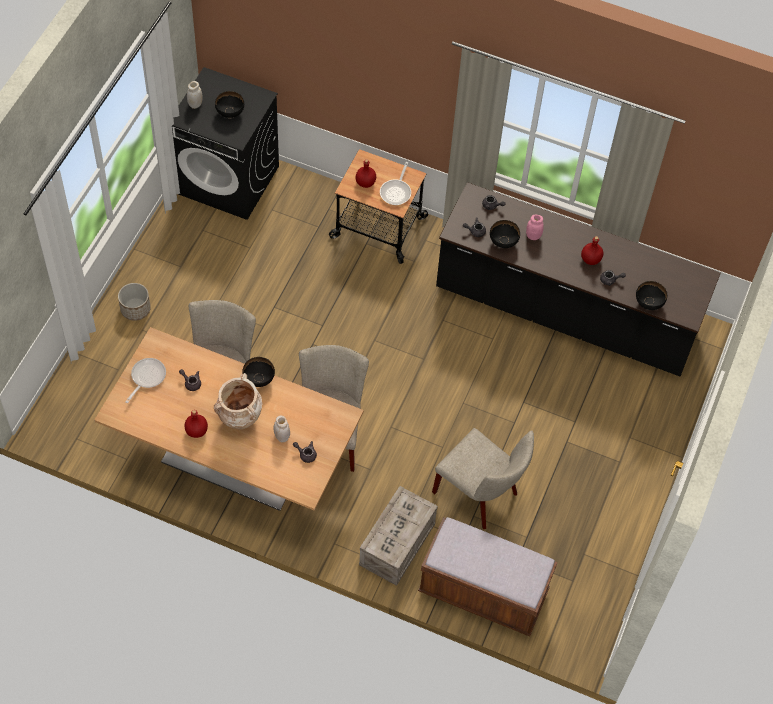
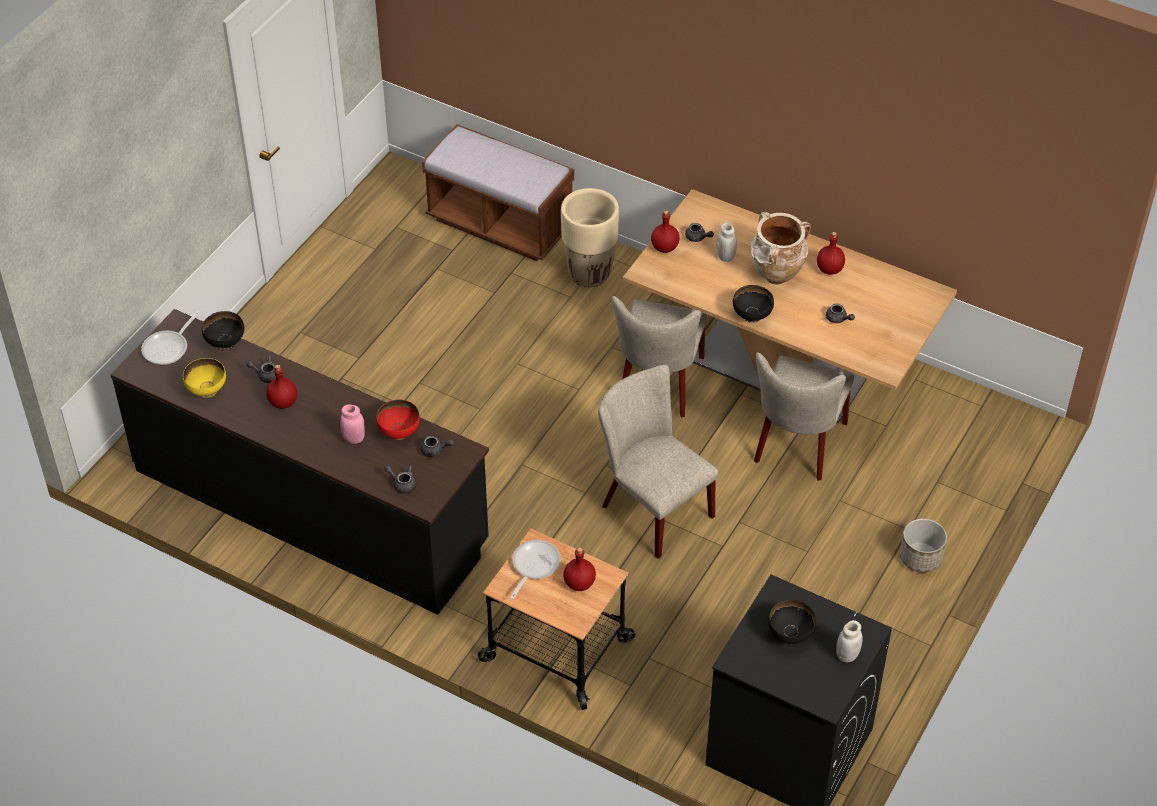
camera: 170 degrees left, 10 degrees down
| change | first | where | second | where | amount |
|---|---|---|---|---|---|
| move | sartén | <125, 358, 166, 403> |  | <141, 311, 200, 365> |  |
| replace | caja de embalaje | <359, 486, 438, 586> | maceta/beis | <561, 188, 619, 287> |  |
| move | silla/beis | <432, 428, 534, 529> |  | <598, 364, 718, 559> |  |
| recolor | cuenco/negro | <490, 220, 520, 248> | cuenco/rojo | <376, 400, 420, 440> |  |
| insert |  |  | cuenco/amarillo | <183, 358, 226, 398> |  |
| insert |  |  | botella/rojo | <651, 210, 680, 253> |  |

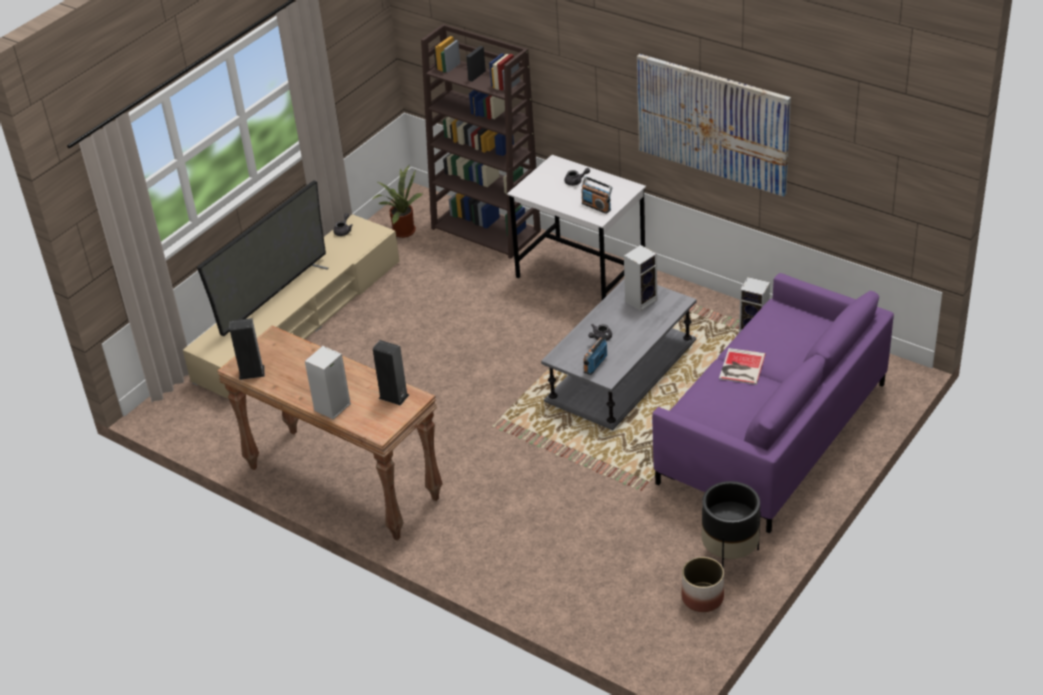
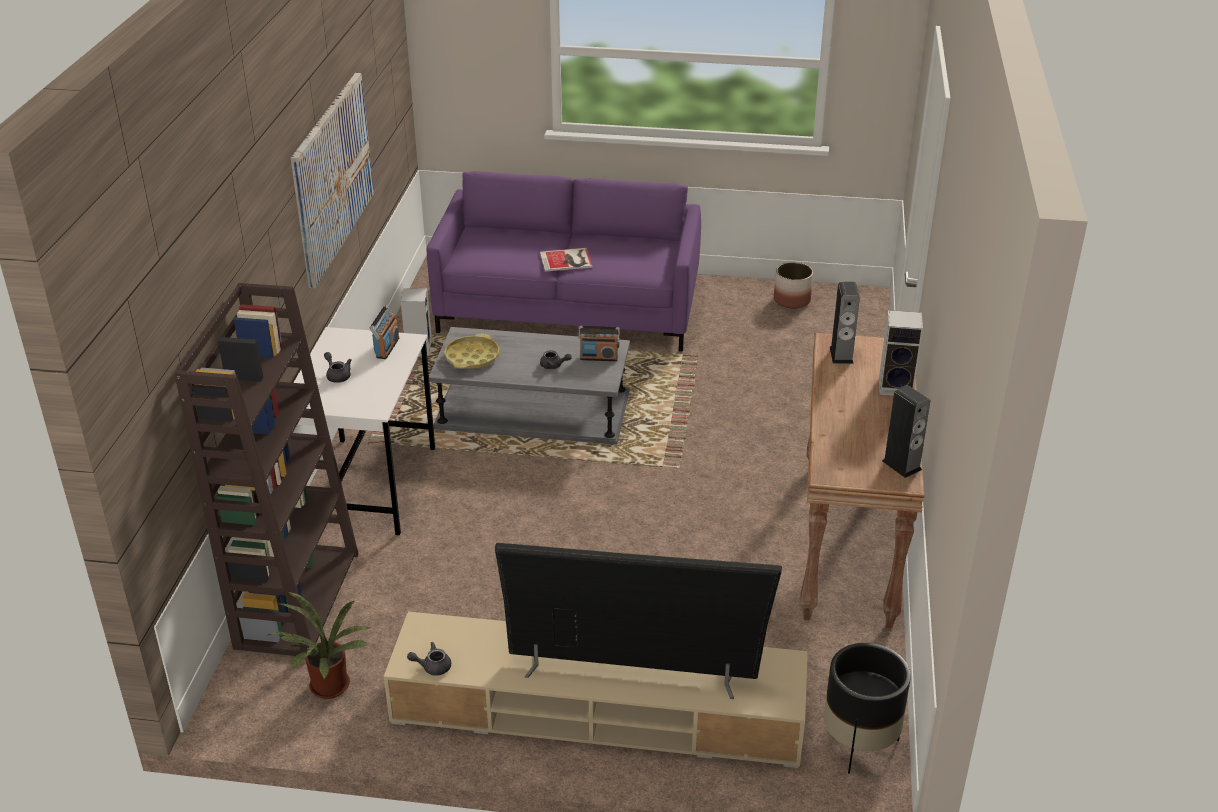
camera: 120 degrees left, 5 degrees down
| change | first | where | second | where | amount |
|---|---|---|---|---|---|
| replace | altavoz | <624, 245, 657, 311> | bandeja/amarillo | <444, 334, 500, 369> |  |
| move | maceta/negro | <702, 481, 761, 567> |  | <824, 643, 911, 774> |  |

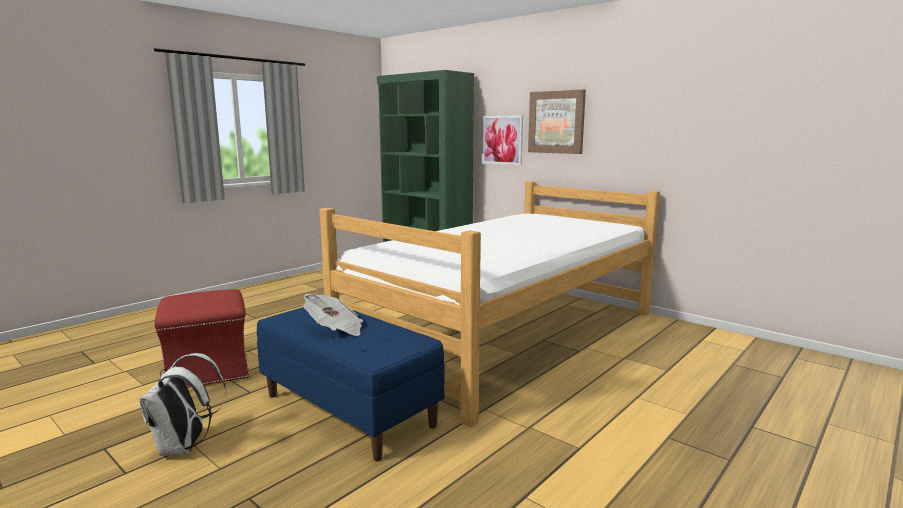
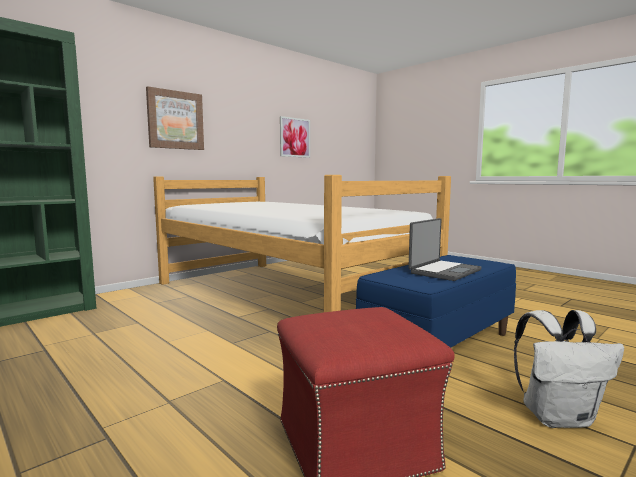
camera: 85 degrees left, 5 degrees down
| change | first | where | second | where | amount |
|---|---|---|---|---|---|
| replace | periódico | <303, 294, 363, 336> | portátil | <408, 218, 482, 281> |  |
| move | cuadro | <482, 115, 523, 165> |  | <280, 116, 310, 158> |  |

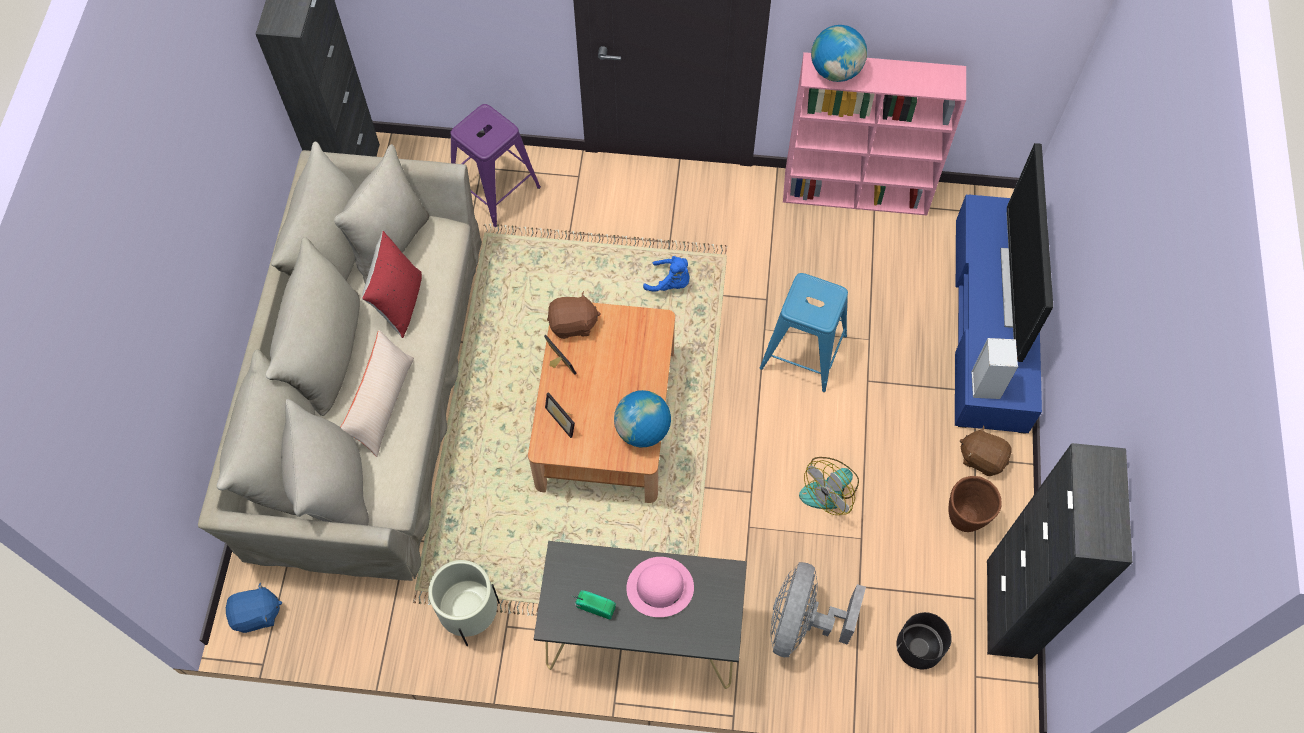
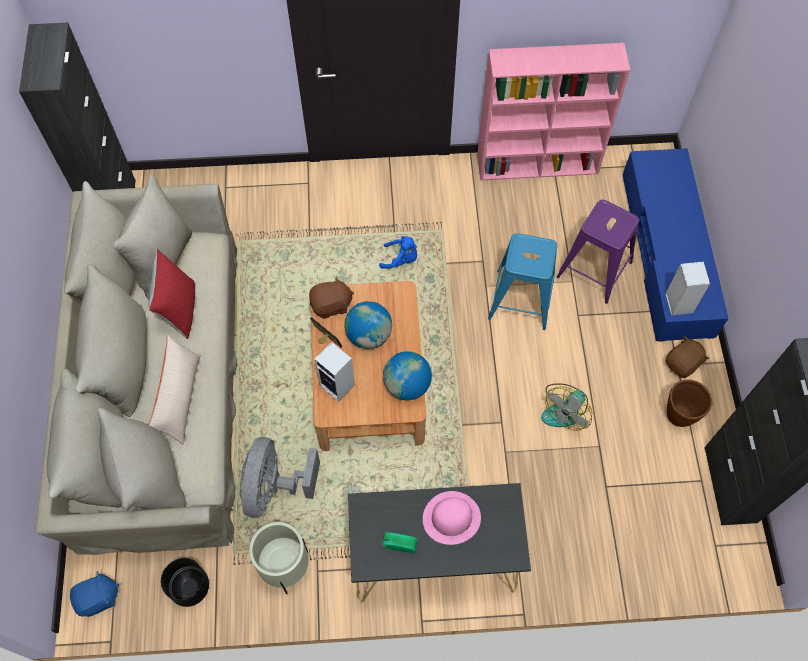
camera: 10 degrees left, 0 degrees up
| change | first | where | second | where | amount |
|---|---|---|---|---|---|
| move | taburete/morado | <450, 104, 541, 227> |  | <557, 200, 640, 304> |  |
| replace | portarretratos | <545, 392, 575, 438> | altavoz | <314, 342, 355, 402> |  |
| move | ventilador/gris | <770, 562, 866, 657> |  | <240, 437, 320, 518> |  |
| move | globo terráqueo | <811, 25, 867, 82> |  | <344, 301, 392, 349> |  |
| move | maceta/negro | <897, 612, 952, 669> |  | <161, 558, 209, 607> |  |
| rotate | peluche/marrón | <960, 425, 1011, 476> |  | <666, 336, 709, 379> | 120 degrees clockwise |
| delete | televisor | <1000, 143, 1053, 362> |  |  |  |

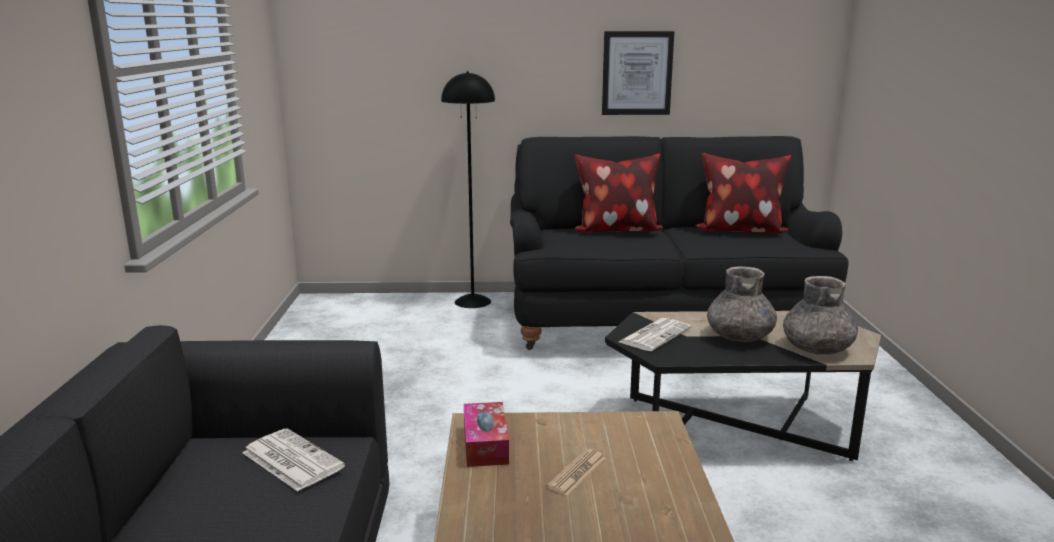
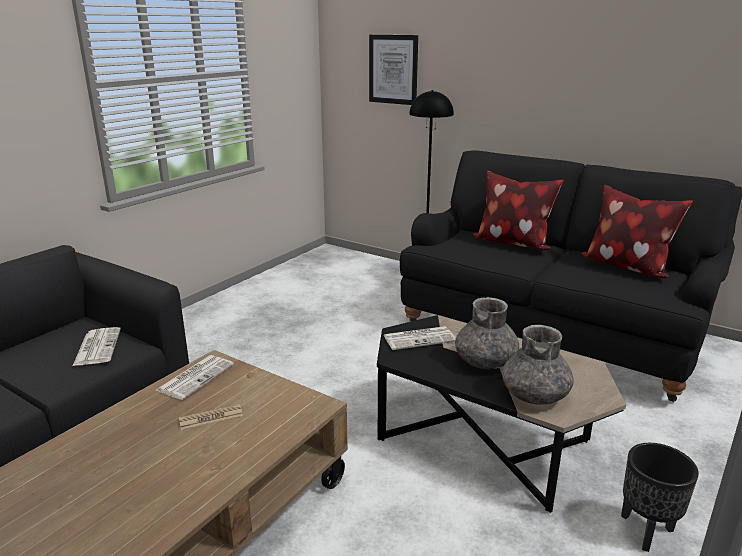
camera: 35 degrees right, 5 degrees up
| change | first | where | second | where | amount |
|---|---|---|---|---|---|
| replace | caja de pañuelos | <464, 402, 509, 467> | periódico | <156, 355, 234, 400> |  |
| move | cuadro | <602, 31, 674, 115> |  | <369, 35, 418, 105> |  |
| insert |  |  | maceta/negro | <621, 443, 699, 552> |  |

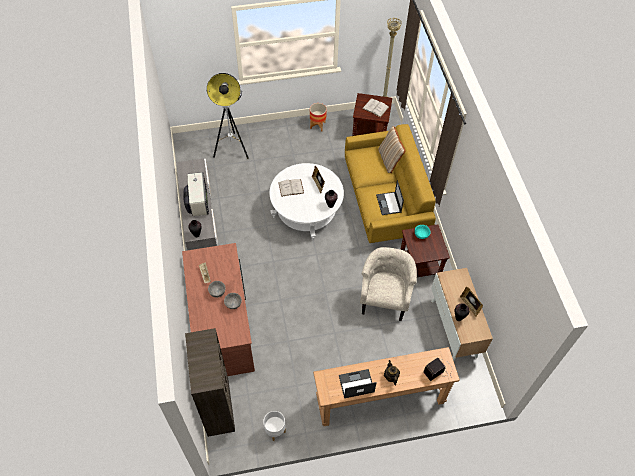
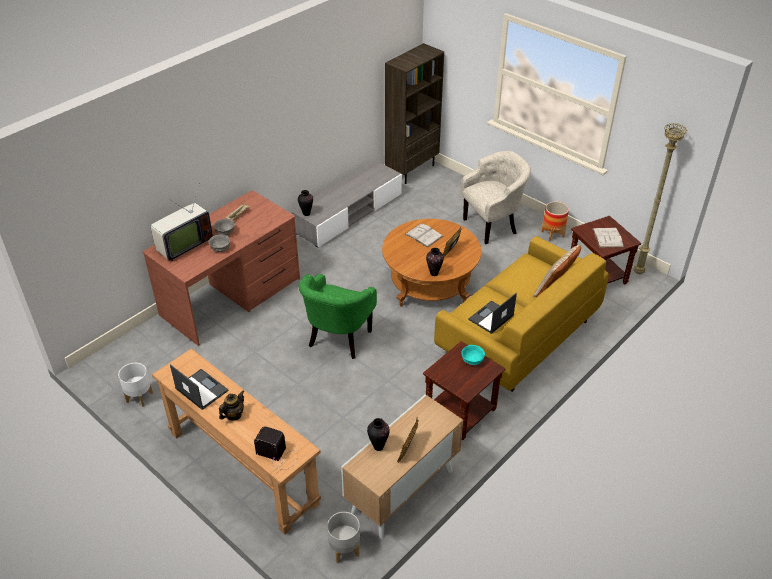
camera: 55 degrees right, 15 degrees down
| change | first | where | second | where | amount |
|---|---|---|---|---|---|
| move | televisor | <183, 161, 209, 216> |  | <151, 183, 213, 261> |  |
| move | estantería/marrón | <185, 328, 235, 437> |  | <385, 43, 444, 184> |  |
| delete | lámpara de pie | <206, 73, 249, 159> |  |  |  |
| recolor | mesa de centro/blanco | <269, 163, 344, 240> | mesa de centro/marrón | <382, 219, 482, 307> |  |
| move | sillón/beis | <360, 247, 417, 321> |  | <461, 151, 531, 244> |  |
| insert |  |  | sillón/verde | <299, 274, 377, 359> |  |
| insert |  |  | maceta/gris | <327, 512, 360, 563> |  |

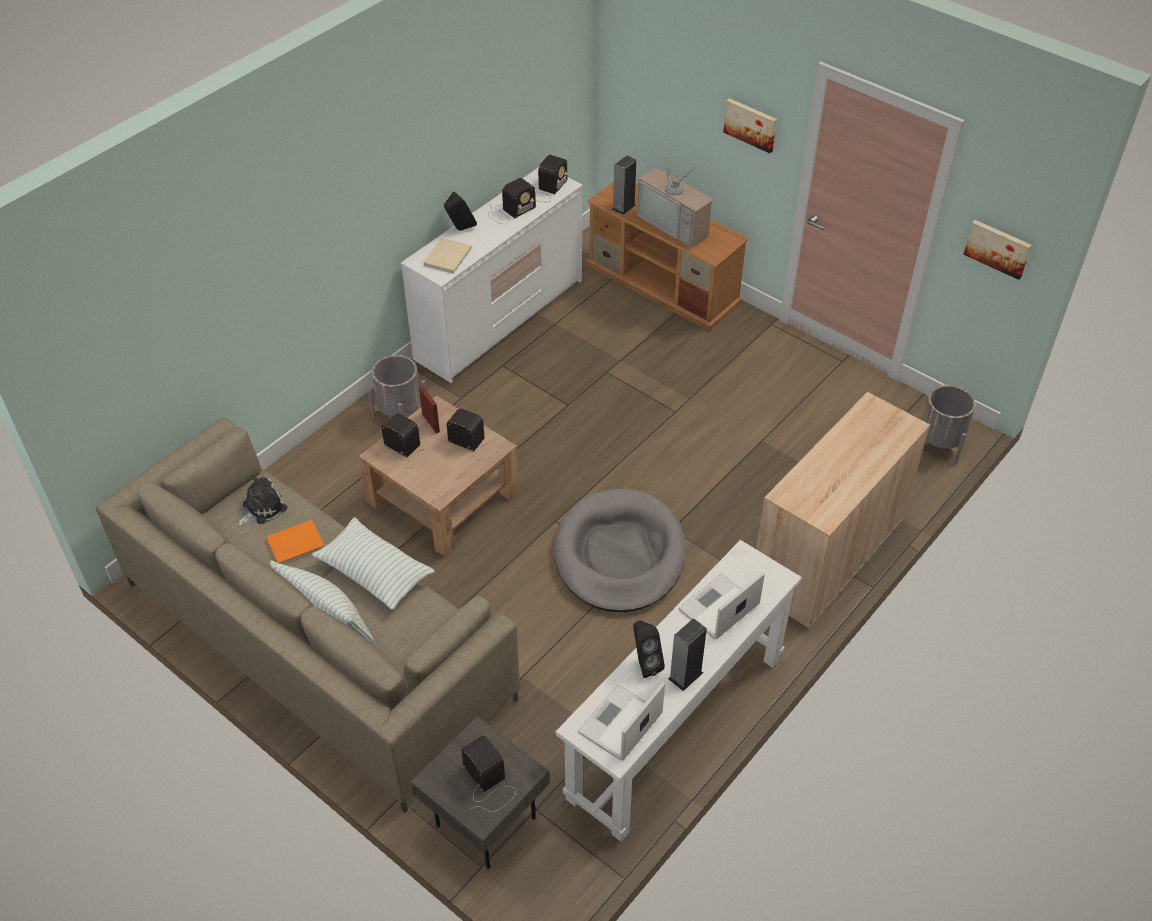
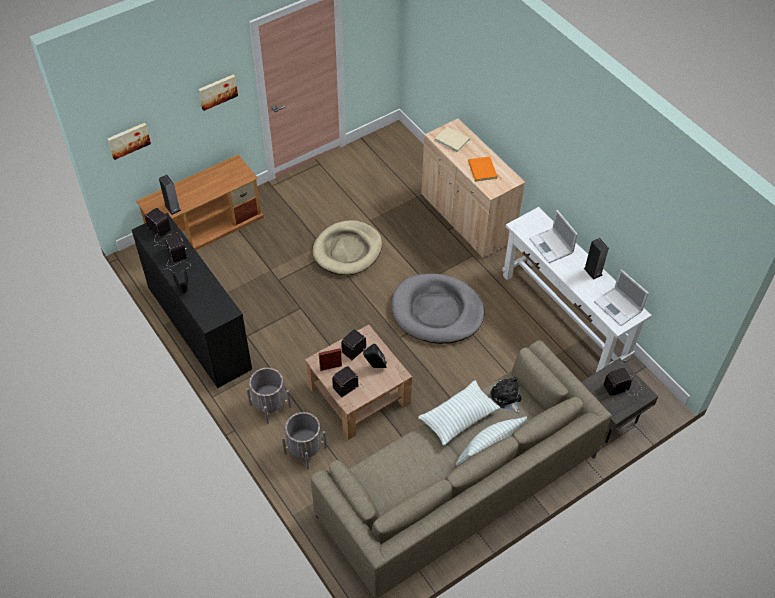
camera: 75 degrees left, 5 degrees up
| change | first | where | second | where | amount |
|---|---|---|---|---|---|
| move | peluche | <237, 475, 287, 526> |  | <490, 377, 522, 413> |  |
| move | libro/naranja | <266, 520, 325, 564> |  | <468, 156, 497, 181> |  |
| recolor | cómoda/blanco | <401, 167, 583, 383> | cómoda/negro | <132, 213, 252, 388> |  |
| move | libro/beis | <423, 238, 472, 274> |  | <435, 126, 470, 152> |  |
| move | altavoz/negro | <633, 621, 665, 678> |  | <363, 344, 387, 368> |  |
| delete | televisor | <636, 146, 712, 248> |  |  |  |
| move | maceta/gris | <922, 385, 976, 464> |  | <282, 412, 327, 469> |  |
| move | cuadro | <963, 220, 1032, 280> |  | <107, 123, 151, 160> |  |
| insert |  |  | cama para perro/beis | <313, 220, 382, 275> |  |

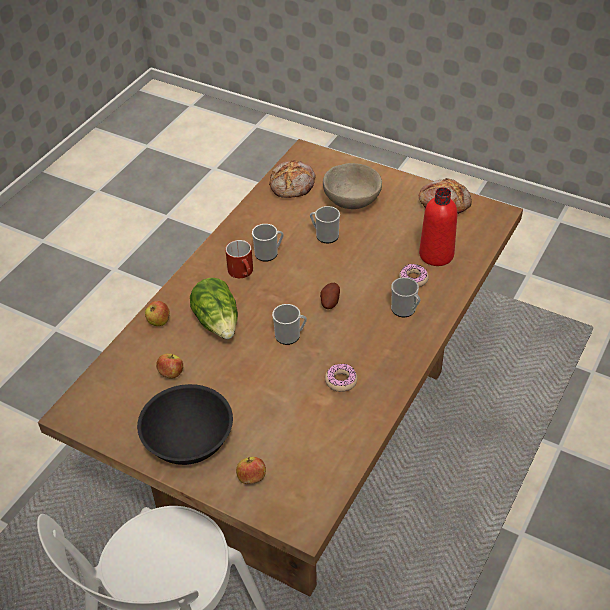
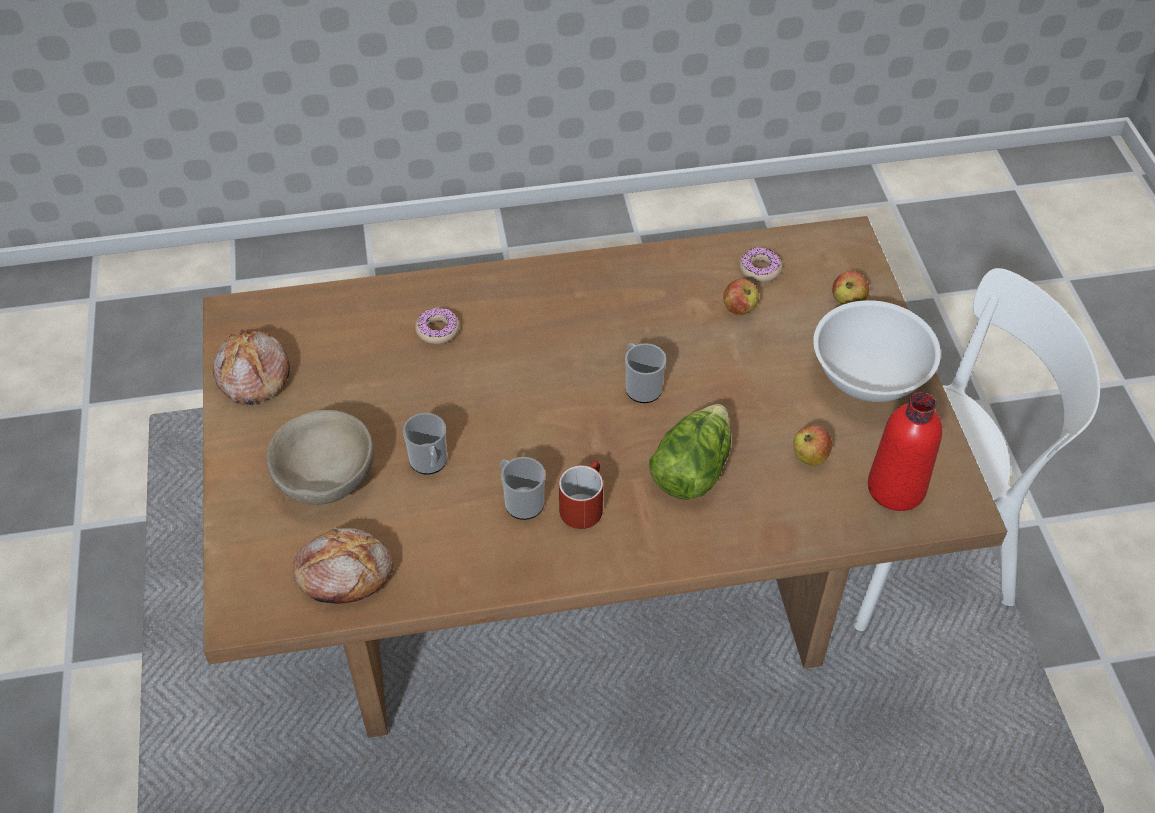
camera: 130 degrees left, 5 degrees up
| change | first | where | second | where | amount |
|---|---|---|---|---|---|
| recolor | cuenco/negro | <137, 384, 233, 465> | cuenco/blanco | <813, 300, 941, 402> |  |
| move | manzana | <145, 301, 170, 326> |  | <723, 279, 759, 315> |  |
| delete | patata | <320, 283, 340, 309> |  |  |  |
| move | rosquilla | <325, 364, 357, 392> |  | <740, 247, 782, 282> |  |
| delete | taza grande | <391, 277, 421, 317> |  |  |  |
| move | botella/rojo | <419, 187, 457, 266> |  | <868, 392, 942, 511> |  |

